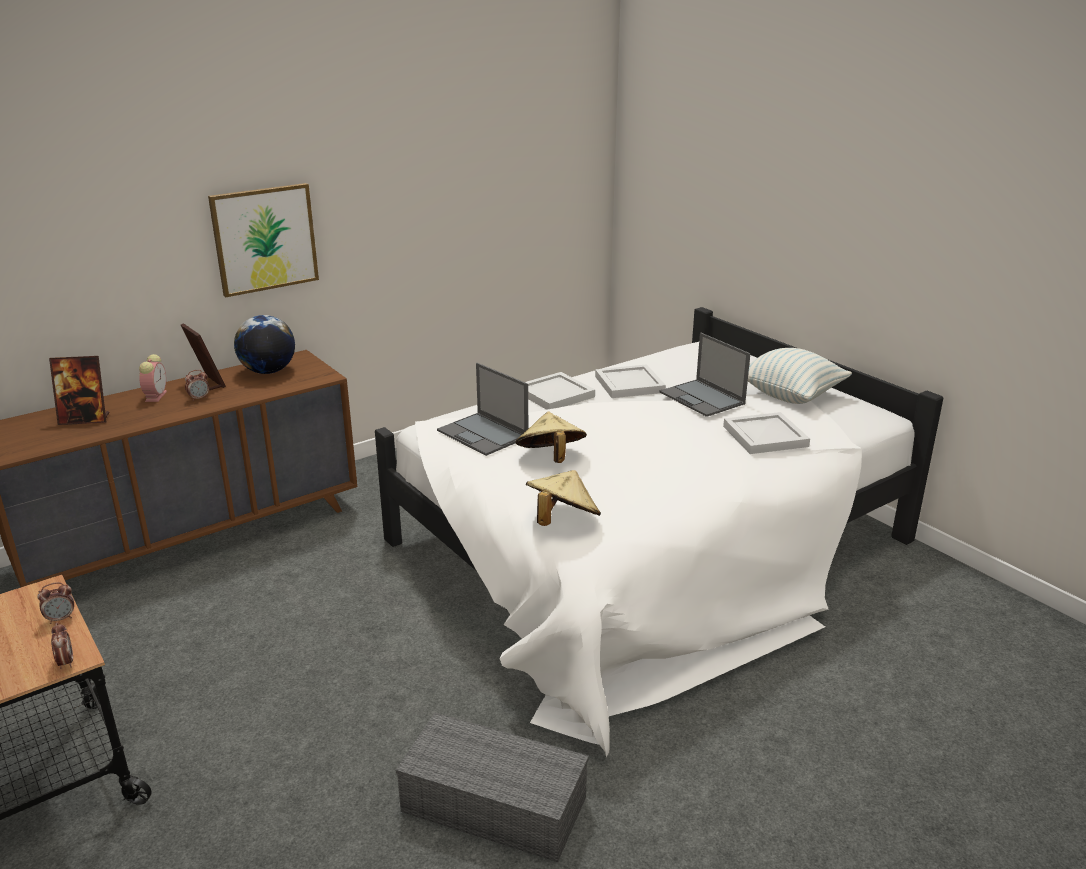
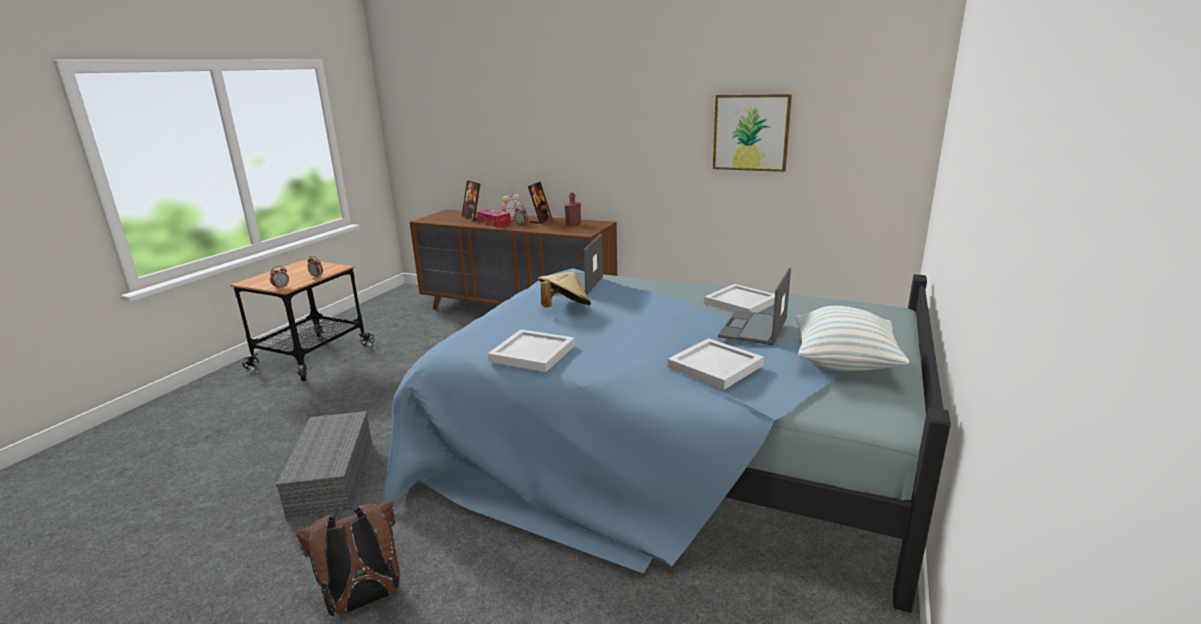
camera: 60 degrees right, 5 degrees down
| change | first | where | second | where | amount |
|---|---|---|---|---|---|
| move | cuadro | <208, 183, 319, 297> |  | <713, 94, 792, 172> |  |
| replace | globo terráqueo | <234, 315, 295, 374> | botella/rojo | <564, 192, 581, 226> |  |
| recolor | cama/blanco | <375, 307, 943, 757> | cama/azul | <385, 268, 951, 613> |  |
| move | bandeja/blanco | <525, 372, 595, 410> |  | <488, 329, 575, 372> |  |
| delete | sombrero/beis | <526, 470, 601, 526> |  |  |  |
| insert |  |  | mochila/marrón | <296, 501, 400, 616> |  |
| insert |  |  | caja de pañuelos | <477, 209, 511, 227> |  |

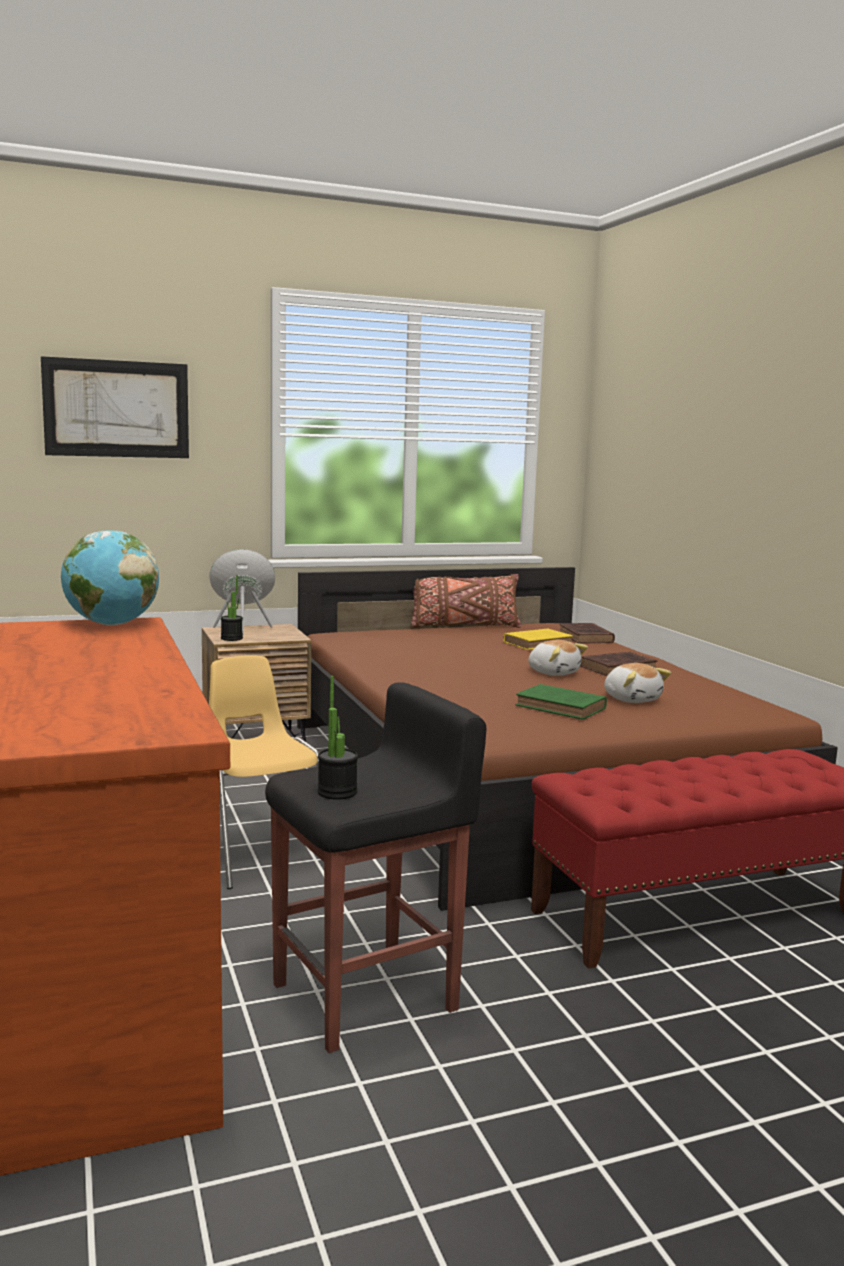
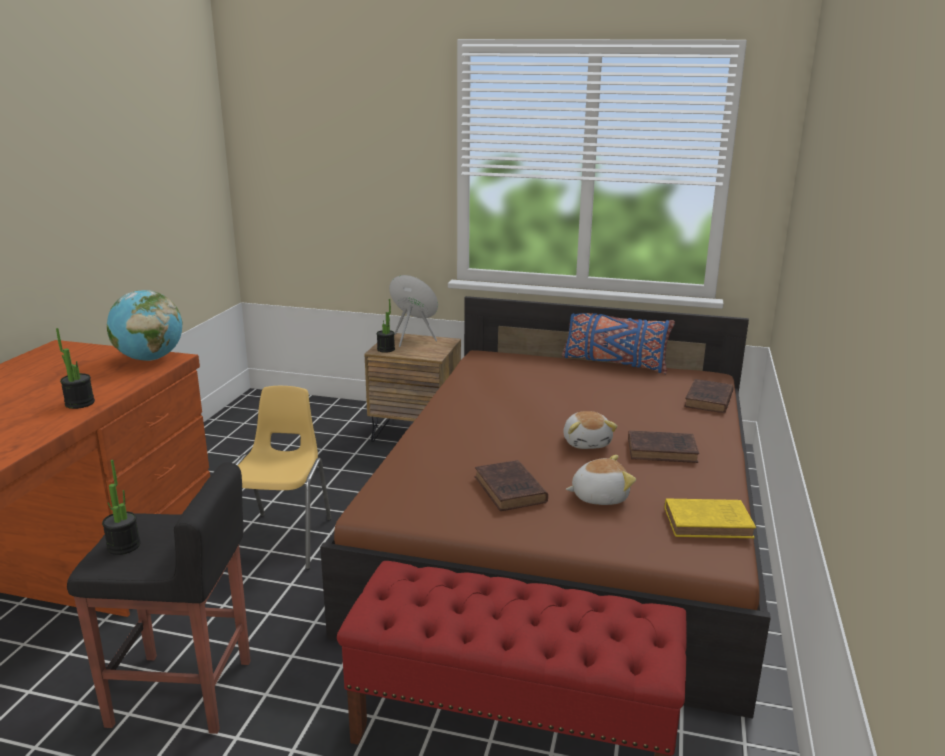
camera: 35 degrees right, 10 degrees up
| change | first | where | second | where | amount |
|---|---|---|---|---|---|
| delete | cuadro | <41, 356, 189, 458> |  |  |  |
| recolor | cojín/marrón | <411, 574, 521, 628> | cojín/azul | <562, 313, 675, 374> |  |
| move | libro/amarillo | <503, 629, 573, 650> |  | <665, 499, 756, 538> |  |
| recolor | libro/verde | <516, 684, 607, 720> | libro/marrón | <475, 460, 548, 511> |  |
| rotate | peluche | <604, 663, 671, 703> |  | <566, 455, 636, 505> | 105 degrees counterclockwise |
| insert |  |  | planta en maceta | <56, 328, 95, 409> |  |

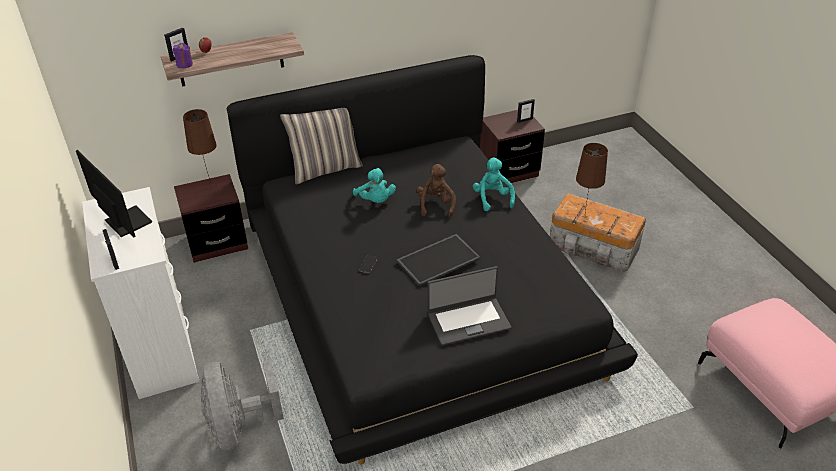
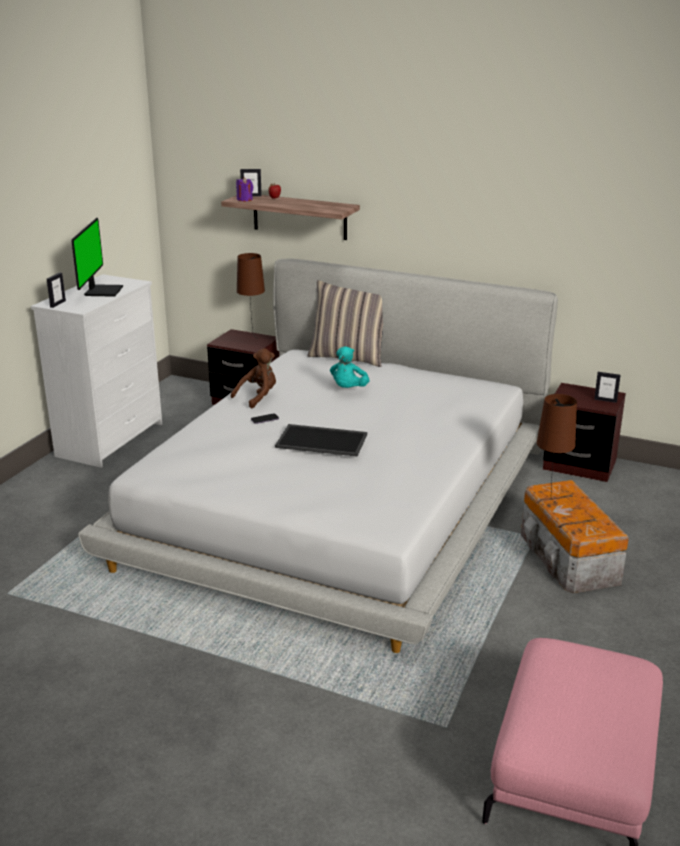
camera: 45 degrees right, 15 degrees down
| change | first | where | second | where | amount |
|---|---|---|---|---|---|
| delete | ventilador/gris | <201, 359, 284, 451> |  |  |  |
| recolor | cama/negro | <227, 55, 638, 464> | cama/blanco | <78, 258, 558, 653> |  |
| move | peluche/marrón | <416, 164, 456, 217> |  | <231, 348, 276, 409> |  |
| delete | portátil | <427, 266, 511, 346> |  |  |  |
| delete | peluche/turquesa | <473, 158, 515, 211> |  |  |  |

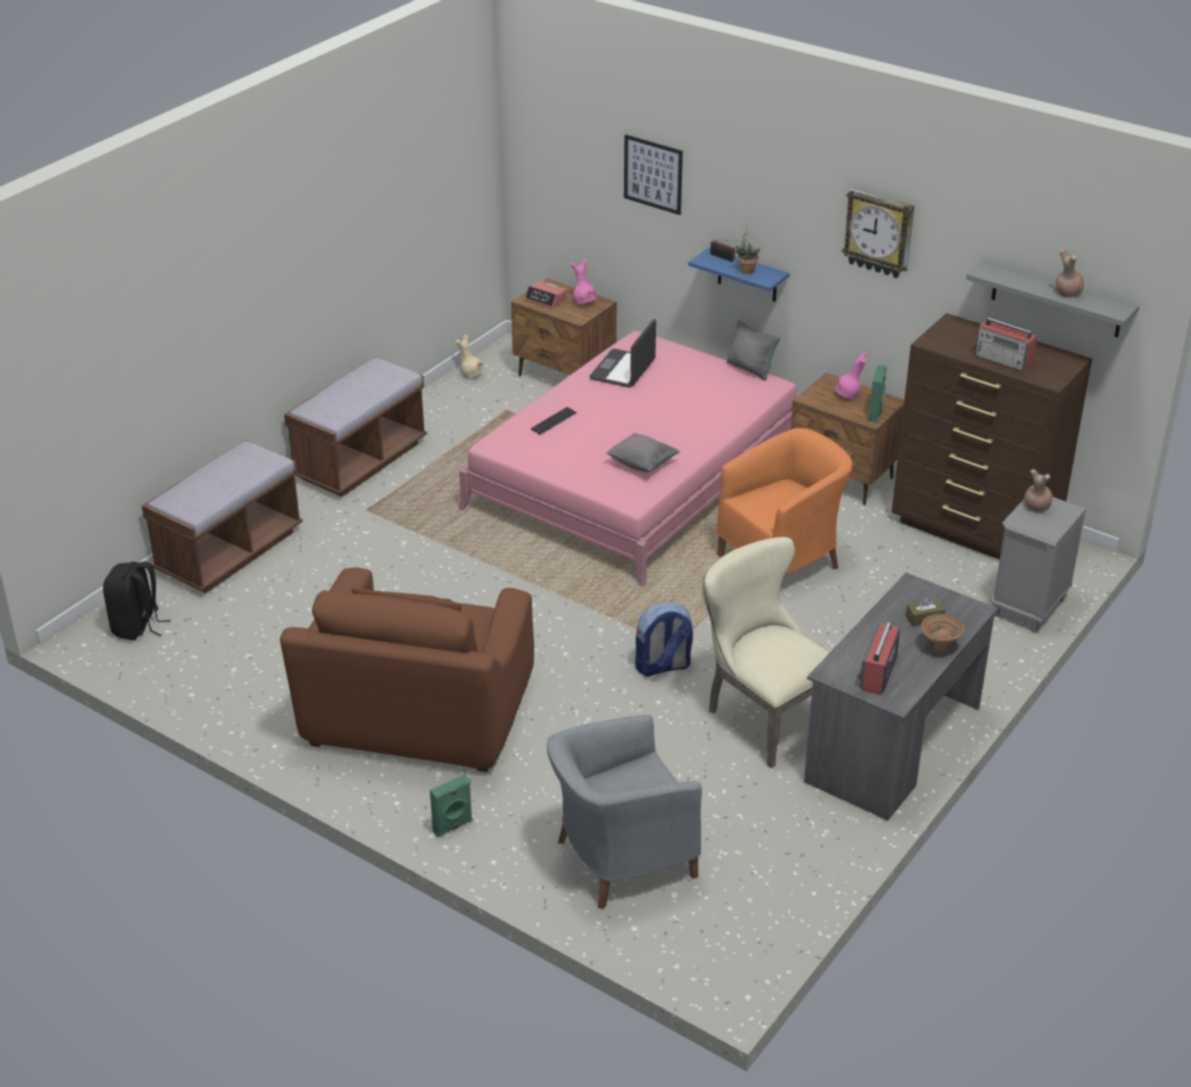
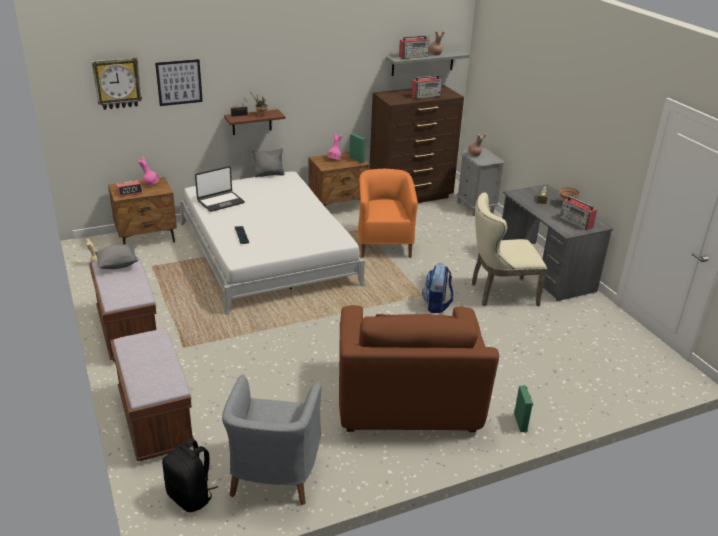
camera: 60 degrees left, 5 degrees down
| change | first | where | second | where | amount |
|---|---|---|---|---|---|
| rotate | sillón/marrón | <280, 567, 534, 772> |  | <339, 305, 499, 432> | 45 degrees clockwise |
| recolor | cama/rosa | <458, 331, 797, 587> | cama/blanco | <180, 171, 365, 315> |  |
| move | sillón/gris | <547, 715, 702, 909> |  | <222, 374, 322, 505> |  |
| rotate | portátil | <590, 319, 656, 387> |  | <195, 166, 245, 212> | 90 degrees counterclockwise |
| move | cojín/gris | <606, 433, 680, 472> |  | <95, 244, 139, 269> |  |
| recolor | estante/azul | <688, 248, 789, 302> | estante/marrón | <224, 109, 285, 135> |  |
| move | reloj de pared | <842, 188, 914, 278> |  | <92, 57, 142, 110> |  |
| insert |  |  | radio | <399, 35, 430, 59> |  |

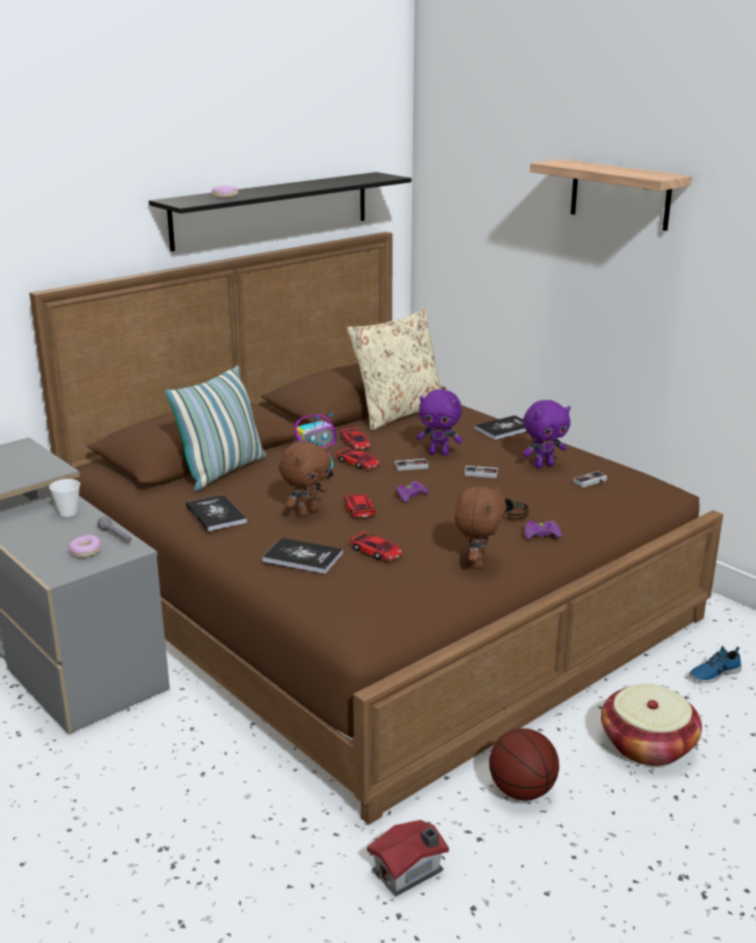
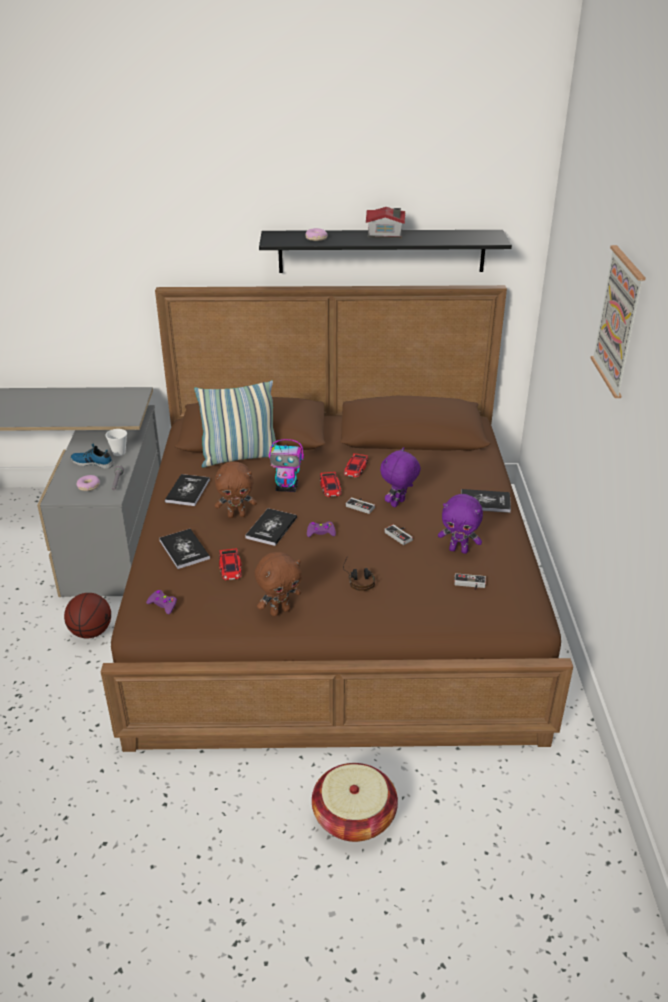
camera: 40 degrees right, 10 degrees up
| change | first | where | second | where | amount |
|---|---|---|---|---|---|
| replace | coche de juguete | <344, 494, 376, 518> | libro | <245, 508, 297, 546> |  |
| delete | cojín/beis | <347, 308, 442, 431> |  |  |  |
| move | casita | <367, 820, 449, 896> |  | <366, 207, 405, 239> |  |
| rotate | peluche/morado | <416, 389, 463, 455> |  | <380, 447, 421, 507> | 75 degrees clockwise |
| move | balón de baloncesto | <489, 728, 559, 801> |  | <64, 593, 111, 638> |  |
| move | mando de consola/morado | <525, 521, 562, 539> |  | <146, 590, 177, 615> |  |
| replace | estante | <530, 159, 692, 231> | cuadro | <591, 245, 646, 398> |  |
| move | zapato | <689, 646, 741, 683> |  | <71, 444, 114, 469> |  |

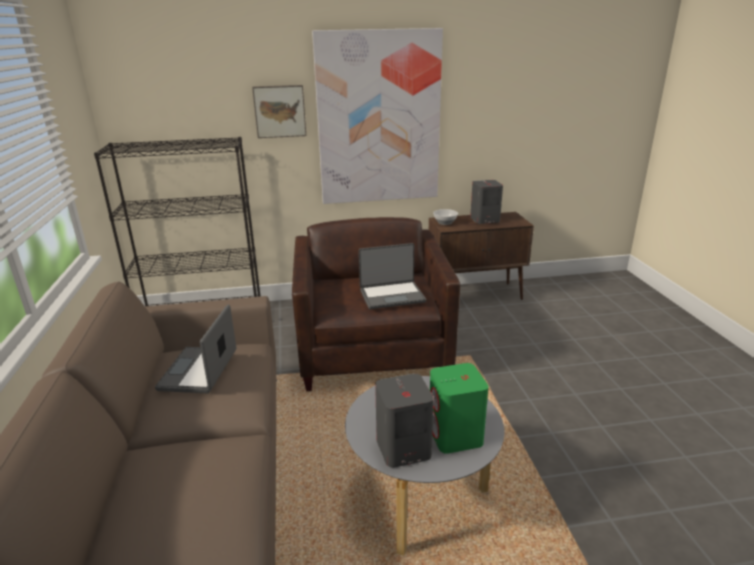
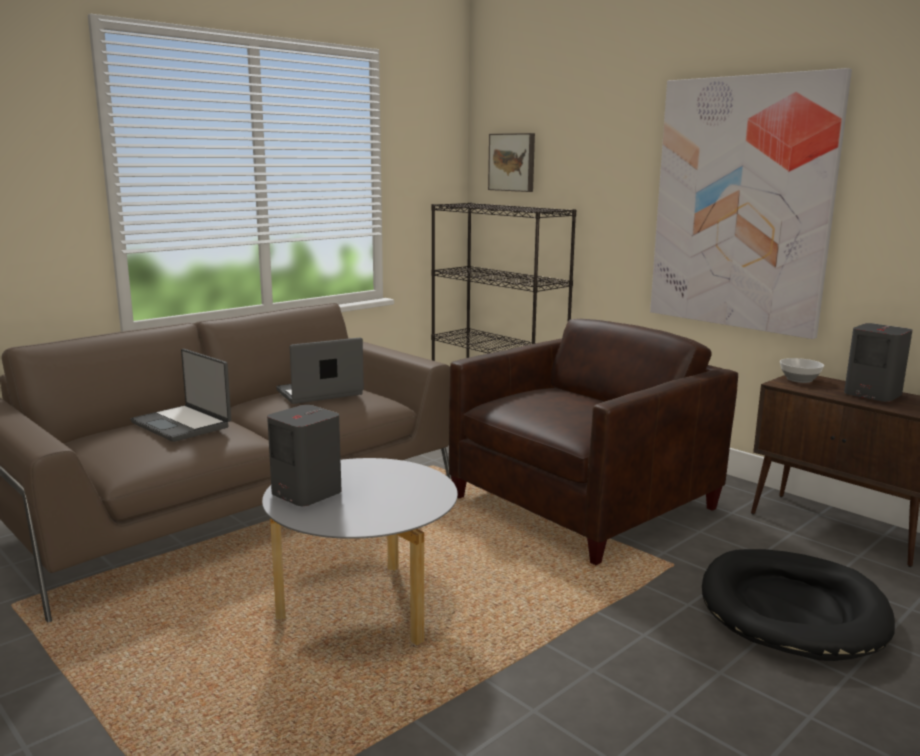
camera: 55 degrees right, 10 degrees down
| change | first | where | second | where | amount |
|---|---|---|---|---|---|
| move | cuadro | <252, 85, 306, 138> |  | <488, 133, 535, 192> |  |
| move | portátil | <359, 243, 426, 309> |  | <131, 349, 231, 442> |  |
| delete | altavoz/verde | <430, 363, 489, 454> |  |  |  |
| insert |  |  | cama para perro/negro | <702, 549, 895, 661> |  |

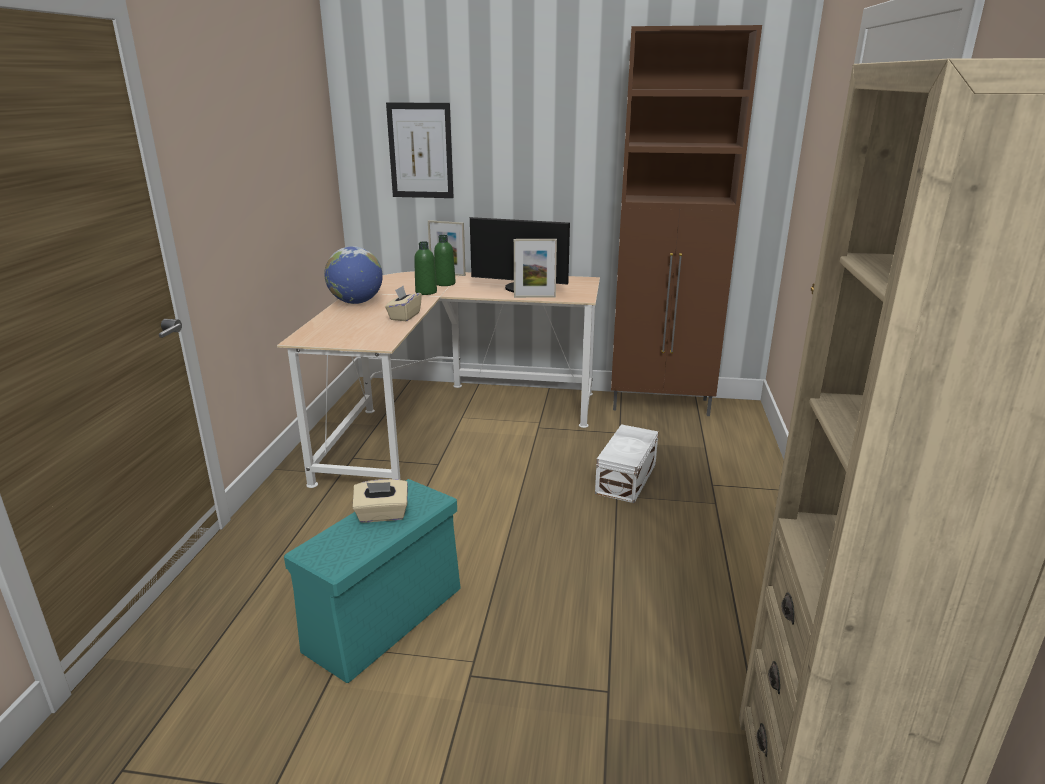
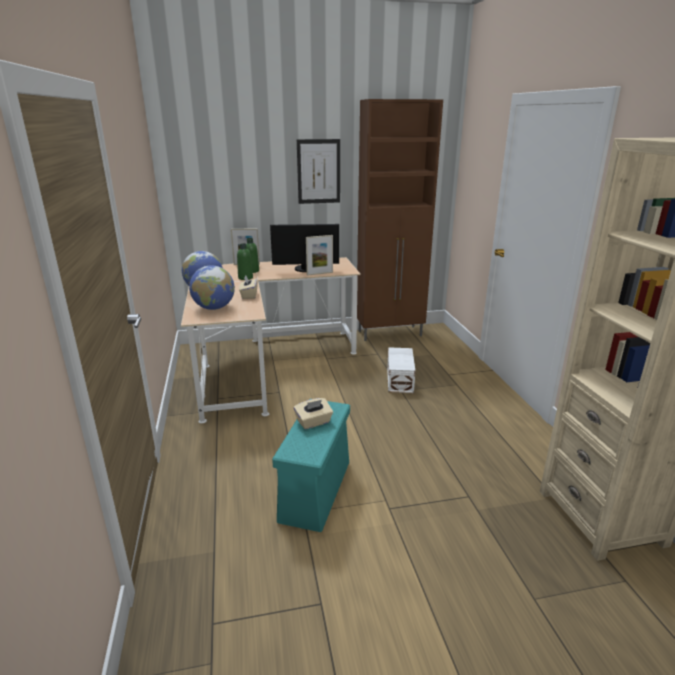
camera: 20 degrees left, 0 degrees up
| change | first | where | second | where | amount |
|---|---|---|---|---|---|
| move | cuadro | <386, 102, 454, 198> |  | <297, 139, 340, 204> |  |
| insert |  |  | globo terráqueo | <189, 265, 235, 310> |  |

